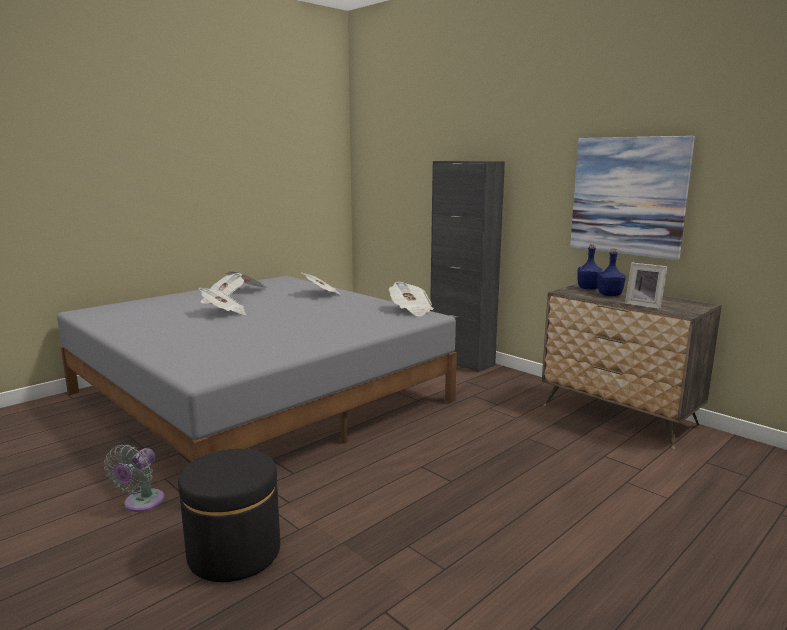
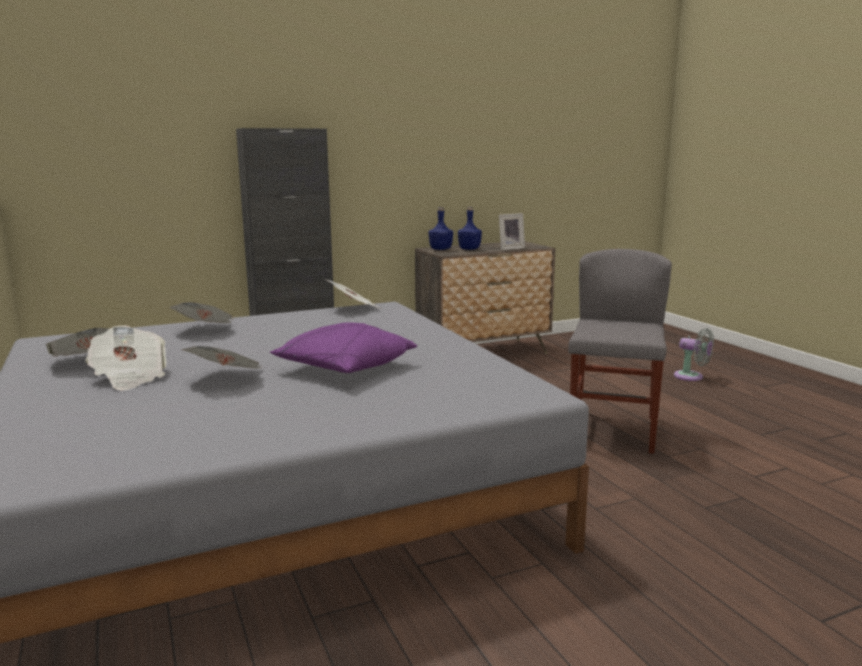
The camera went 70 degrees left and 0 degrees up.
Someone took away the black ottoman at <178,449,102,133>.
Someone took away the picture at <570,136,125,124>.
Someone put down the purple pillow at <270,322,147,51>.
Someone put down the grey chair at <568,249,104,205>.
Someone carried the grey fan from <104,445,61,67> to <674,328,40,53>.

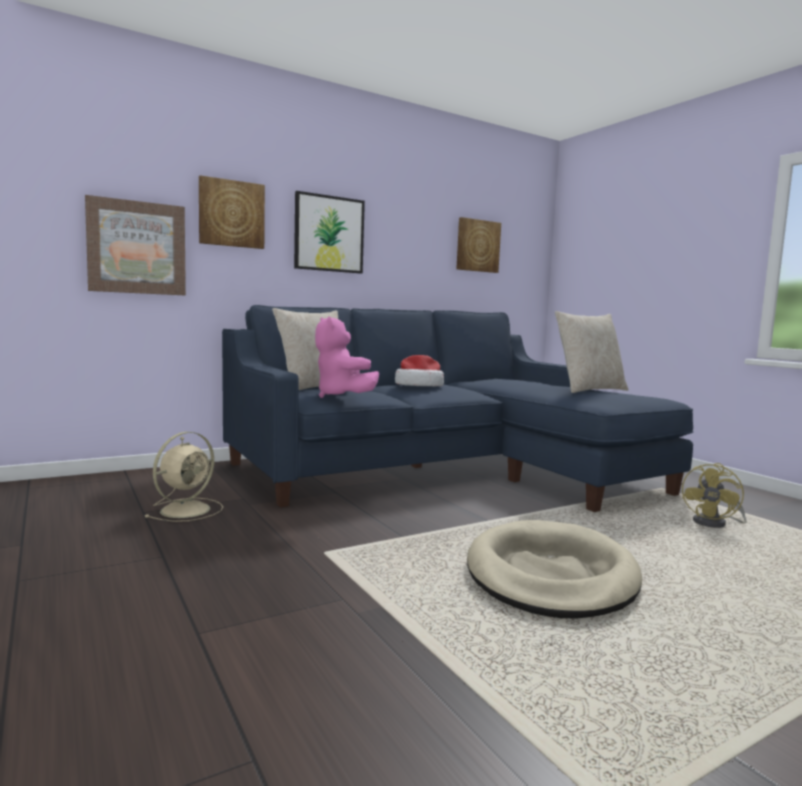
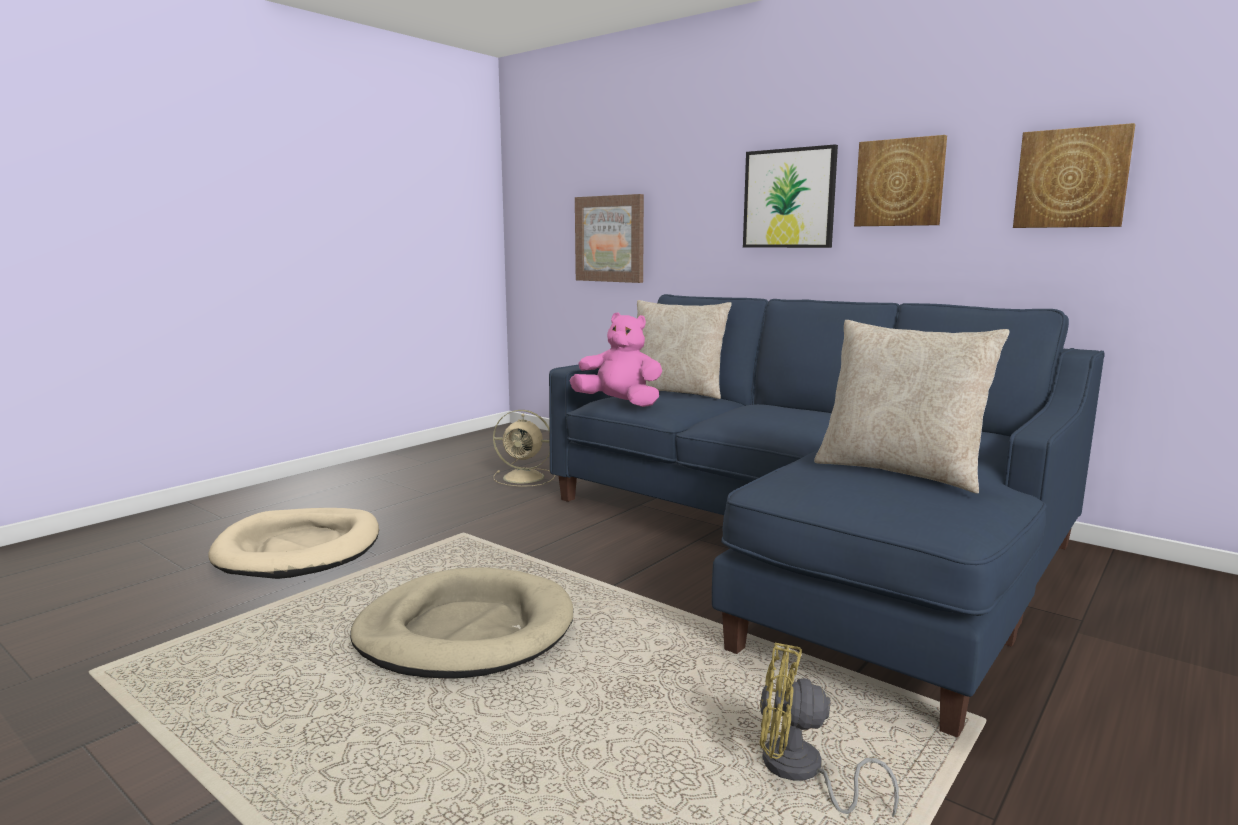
The camera went 70 degrees right and 5 degrees up.
Someone took away the hat at <395,355,49,32>.
Someone put down the beige dog bed at <208,508,171,71>.
Someone carried the picture from <199,175,66,74> to <854,135,93,91>.
Someone rotated the pink plush toy at <315,316,64,82> by 75 degrees clockwise.

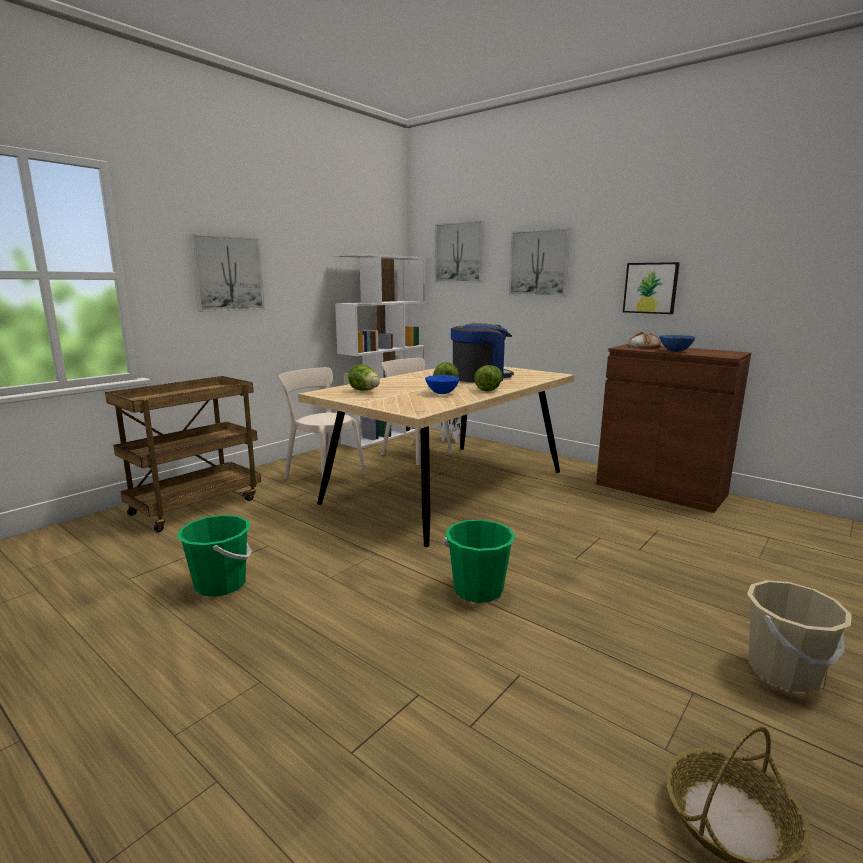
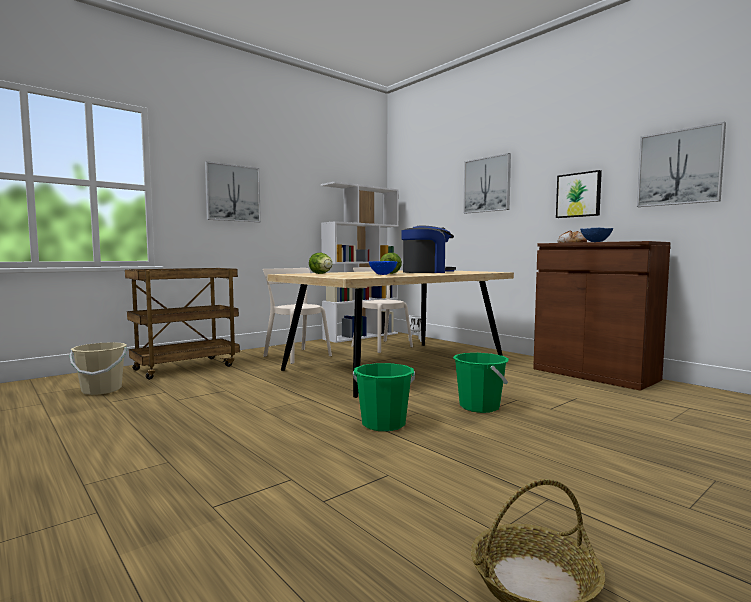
The camera went 10 degrees right and 10 degrees down.
Someone took away the lettuce at <474,365,28,26>.
Someone carried the green bucket from <177,515,75,82> to <453,353,56,60>.
Someone carried the picture from <435,221,49,61> to <637,122,89,85>.
Someone carried the beige bucket from <747,580,105,112> to <70,342,57,53>.

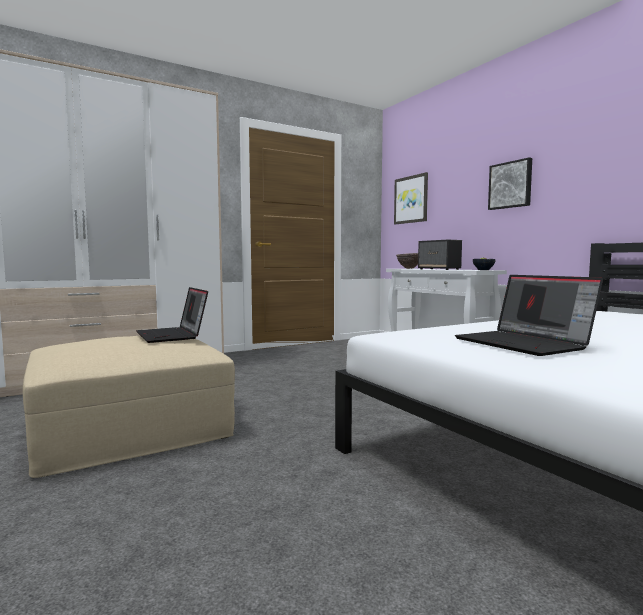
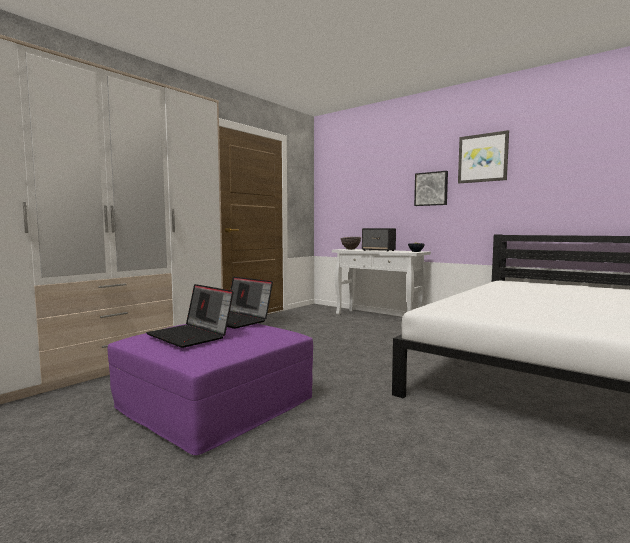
The camera went 20 degrees left and 0 degrees up.
Someone carried the picture from <394,172,34,52> to <458,130,51,53>.
Someone carried the laptop from <455,275,148,81> to <146,284,88,64>.
Someone repainted the beige ottoman at <23,336,212,142>, which became the purple ottoman at <108,324,205,131>.

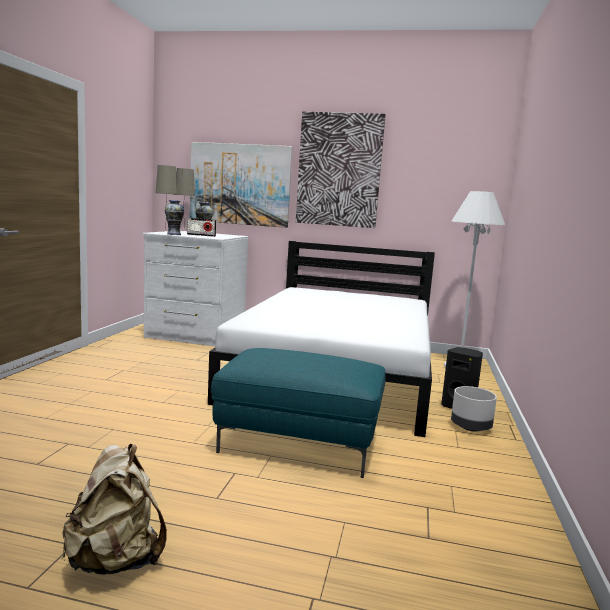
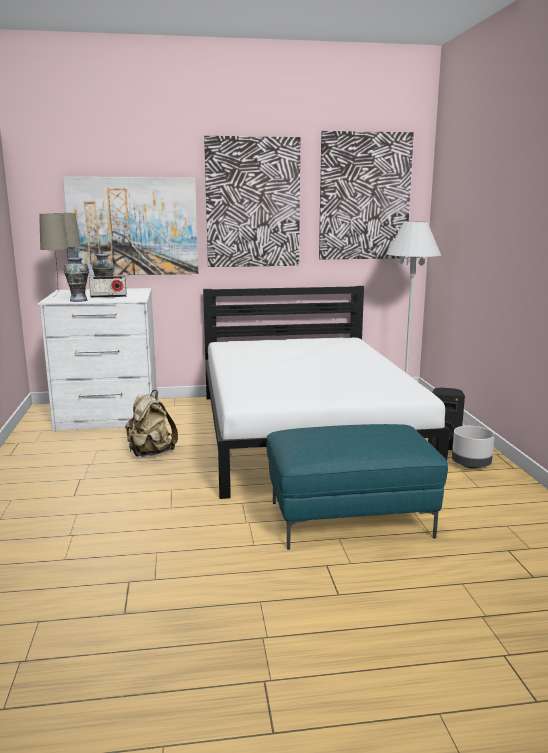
The camera went 20 degrees left and 5 degrees up.
Someone put up the picture at <319,131,95,128>.
Someone carried the beige backpack from <62,444,105,131> to <125,390,53,67>.

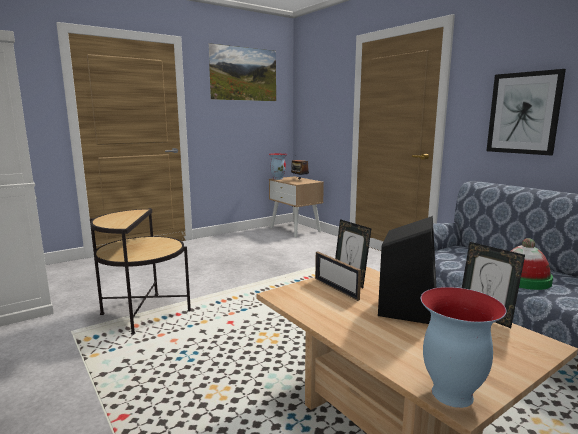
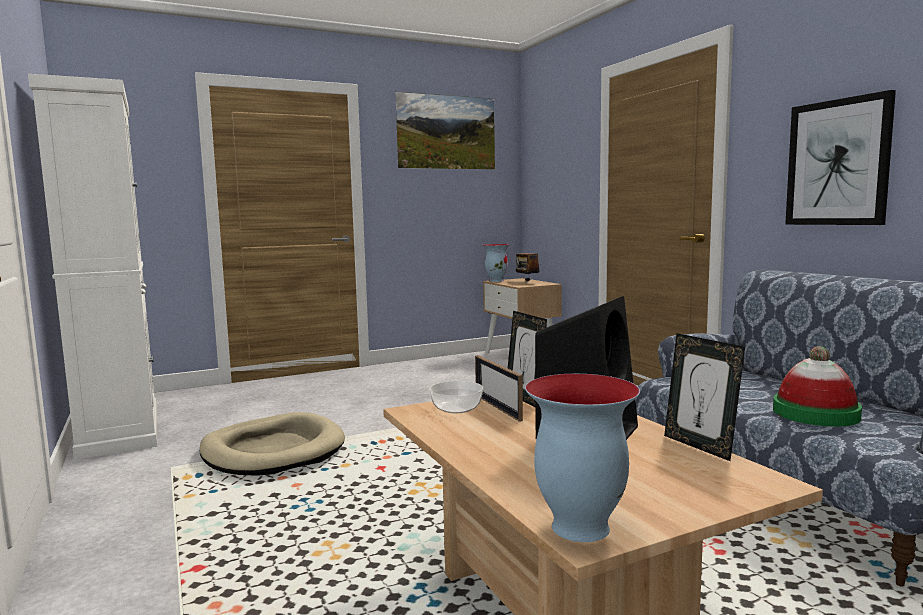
The camera went 10 degrees right and 5 degrees down.
Someone put down the bowl at <429,381,54,32>.
Someone swapped the side table at <90,208,101,127> for the beige dog bed at <199,412,146,64>.

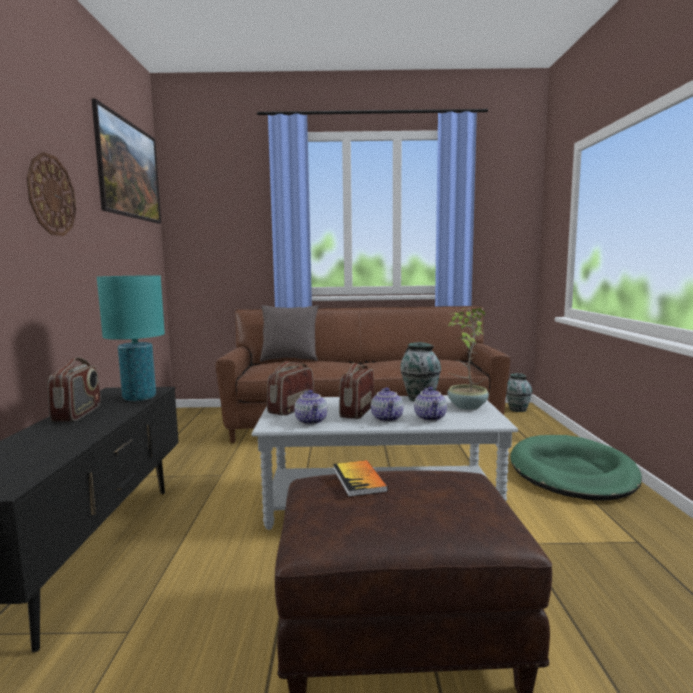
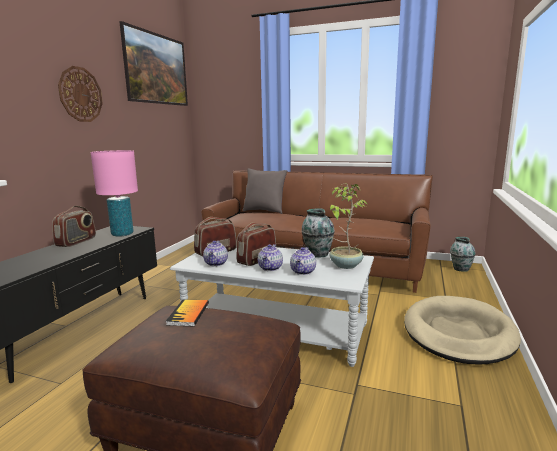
The camera went 20 degrees right and 5 degrees up.
Someone repainted the turquoise table lamp at <97,275,68,126>, which became the pink table lamp at <90,150,48,87>.
Someone repainted the green dog bed at <510,435,132,66>, which became the beige dog bed at <404,296,117,69>.

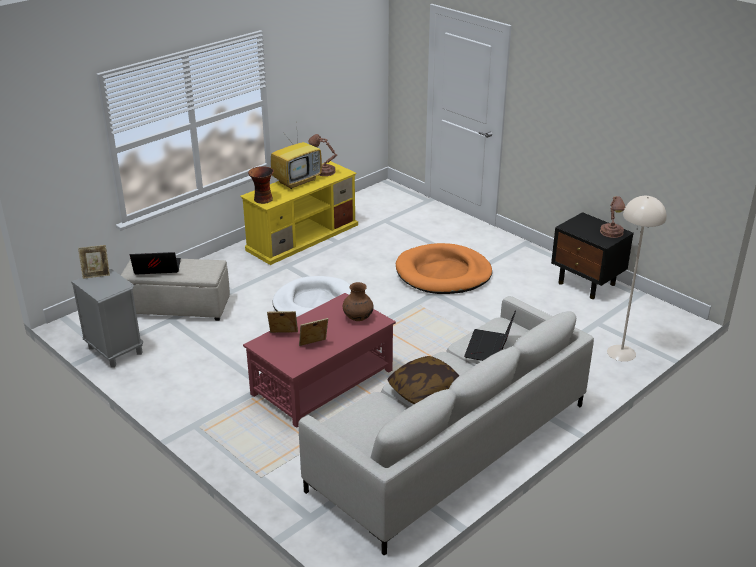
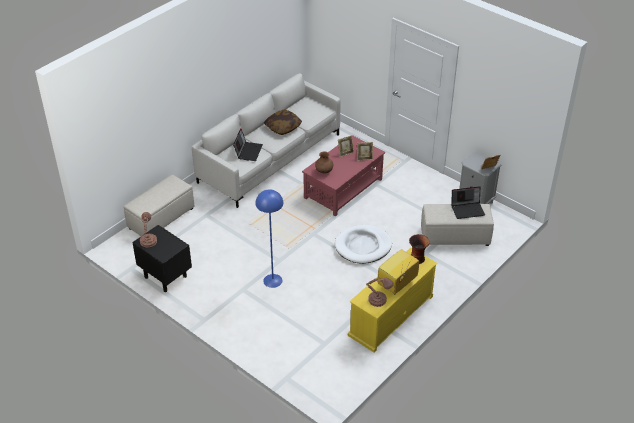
The camera went 175 degrees right and 10 degrees up.
Someone swapped the orange dog bed at <396,243,96,51> for the blue floor lamp at <255,189,28,99>.
Someone swapped the beige floor lamp at <607,196,60,166> for the beige ottoman at <124,175,71,61>.

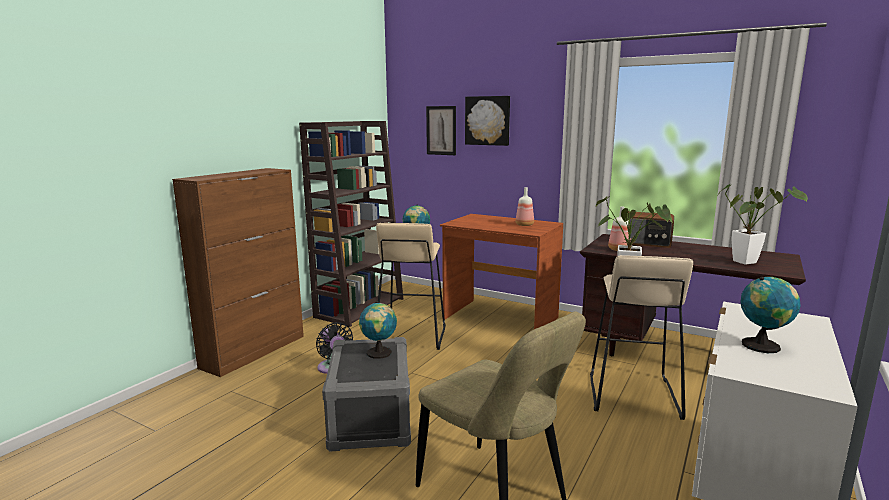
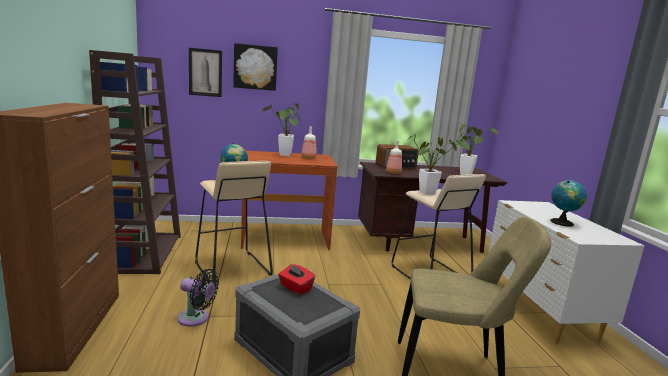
The camera went 40 degrees left and 0 degrees up.
Someone put down the potted plant at <262,103,39,53>.
Someone swapped the globe at <359,301,38,58> for the red tissue box at <278,263,37,32>.

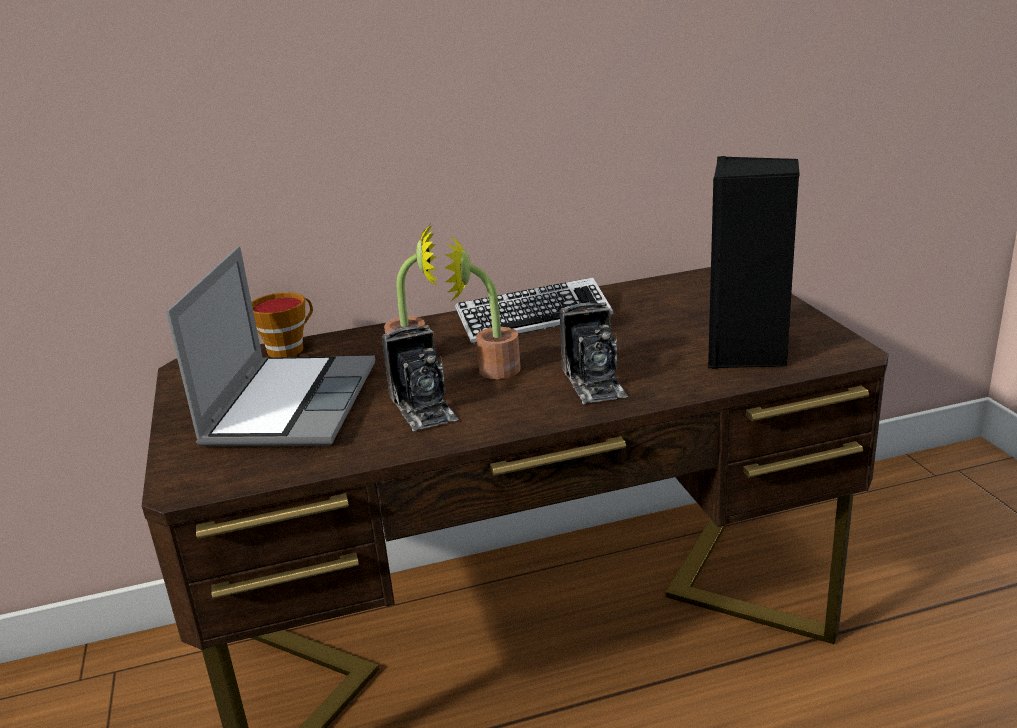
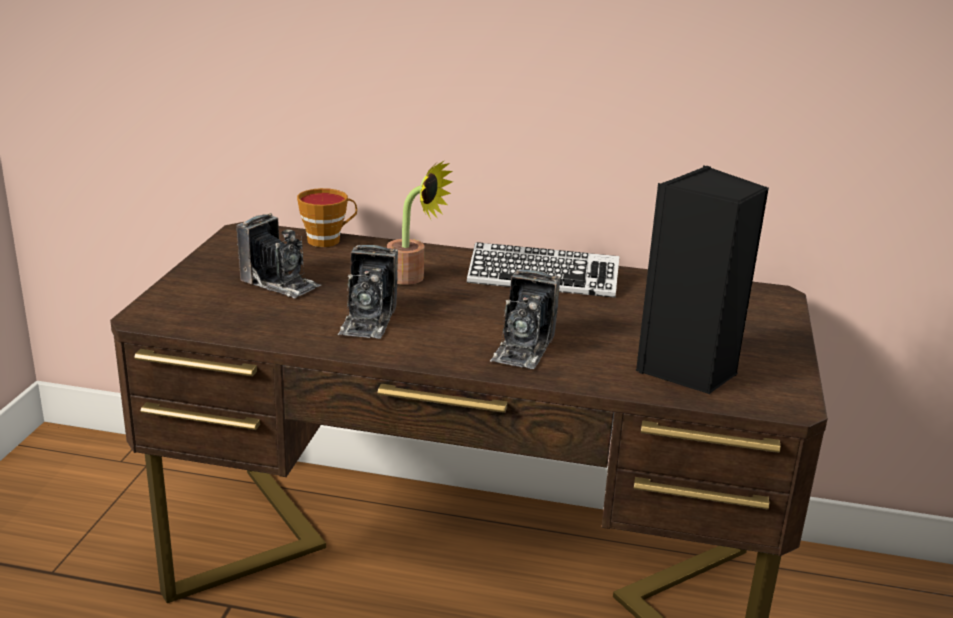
The camera went 25 degrees right and 0 degrees up.
Someone took away the potted plant at <445,235,76,144>.
Someone swapped the laptop at <166,246,209,200> for the photo camera at <236,213,85,85>.

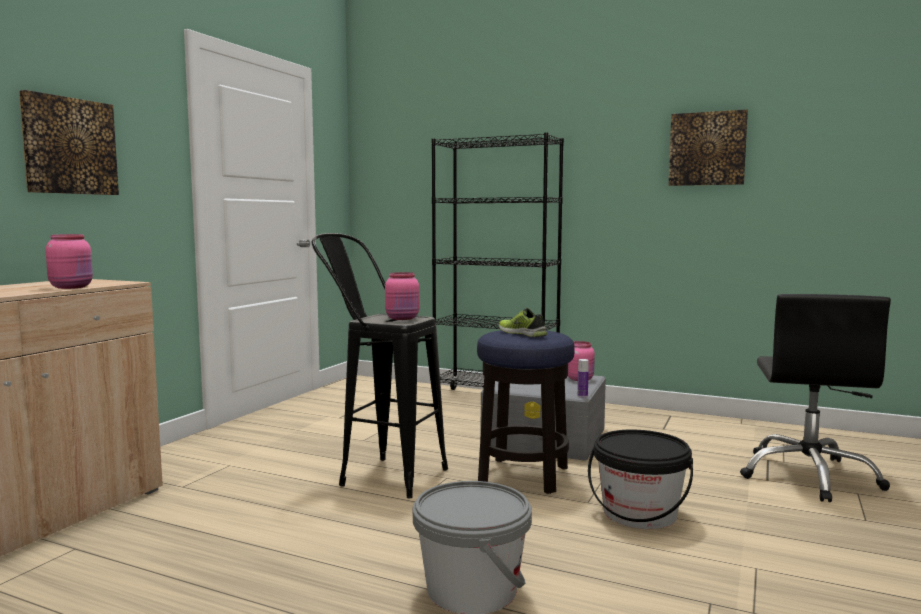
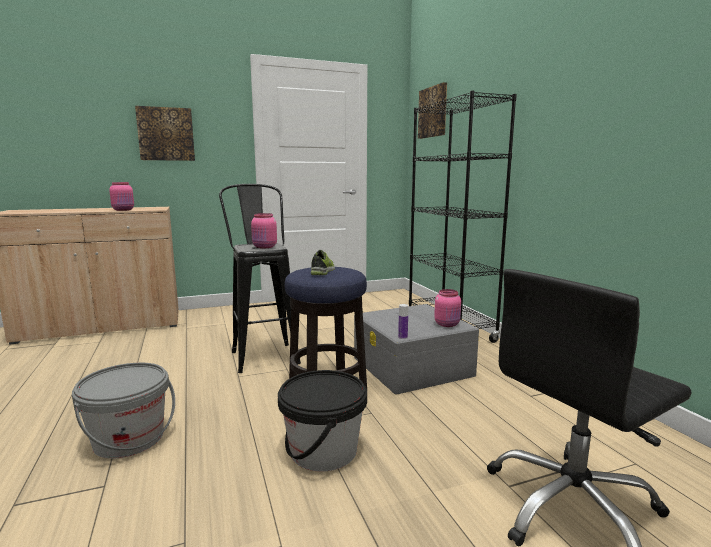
The camera went 45 degrees right and 5 degrees up.
Someone carried the picture from <669,110,79,76> to <418,82,29,57>.

